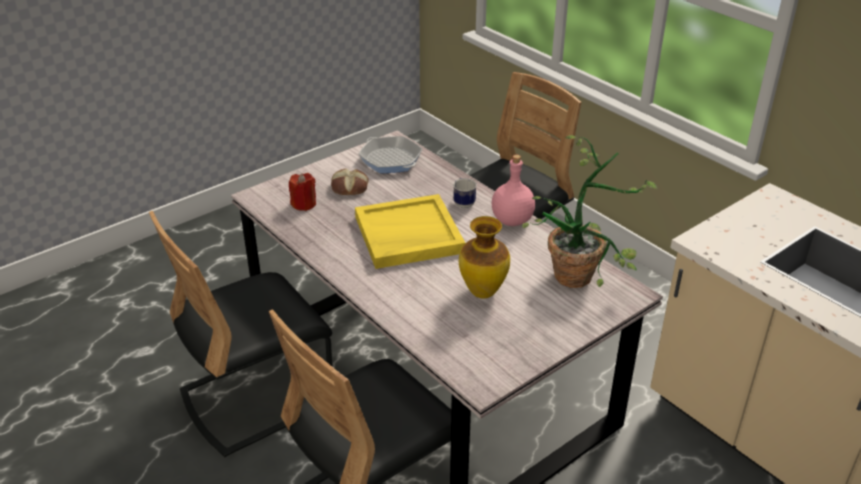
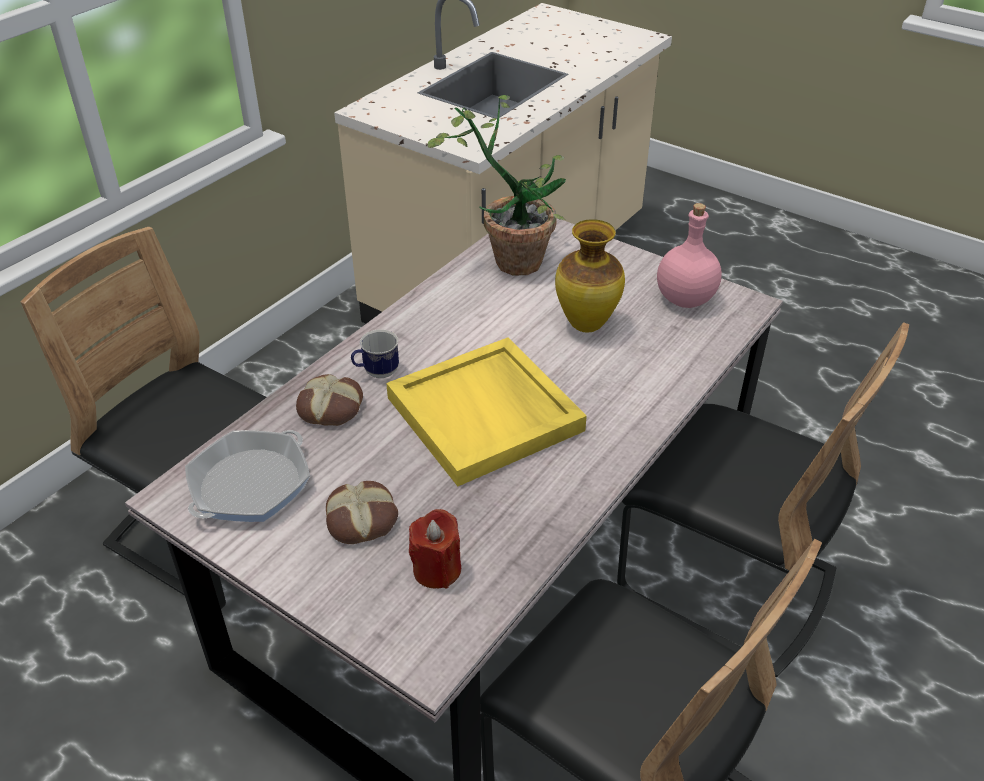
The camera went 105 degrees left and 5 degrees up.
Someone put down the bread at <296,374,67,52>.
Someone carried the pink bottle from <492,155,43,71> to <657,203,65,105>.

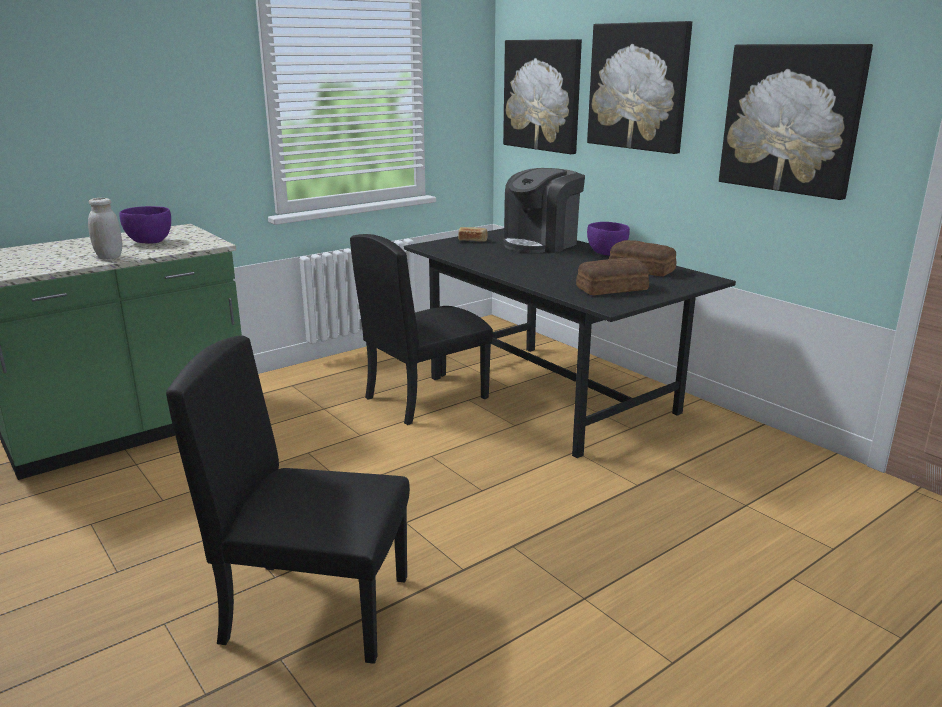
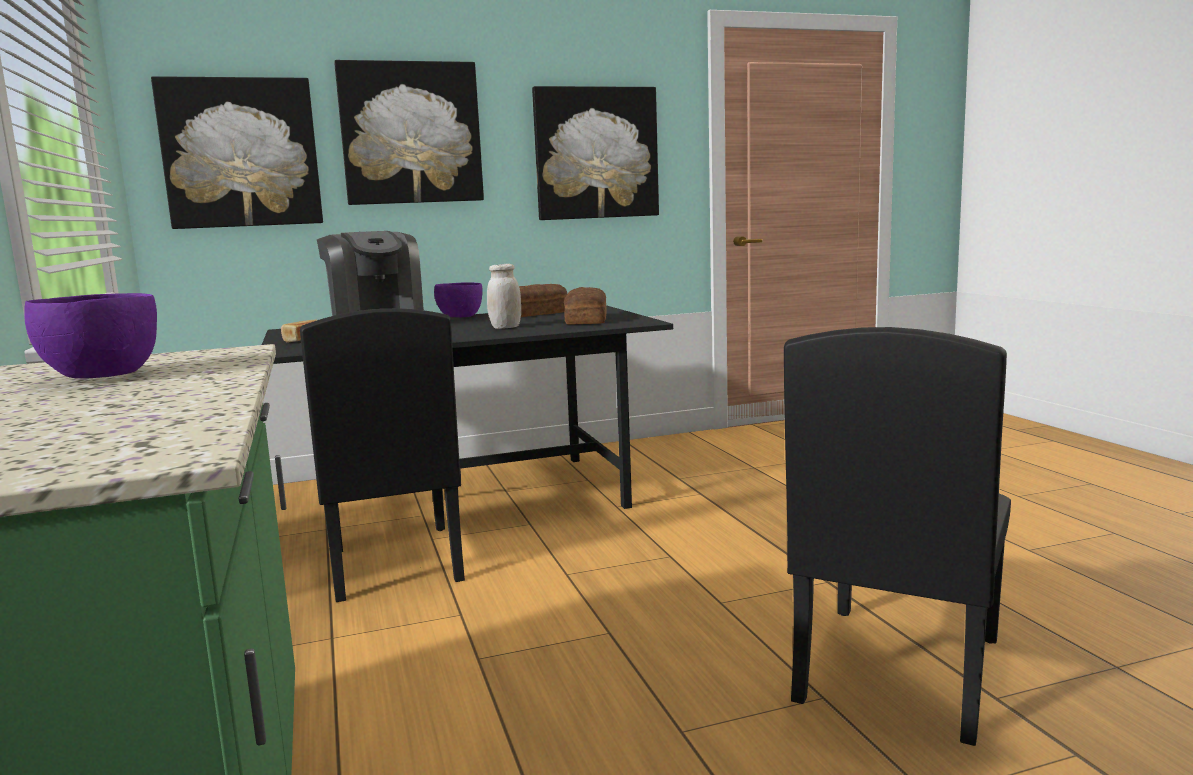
The camera went 70 degrees left and 10 degrees down.
Someone carried the white jar from <88,198,34,61> to <487,264,34,65>.

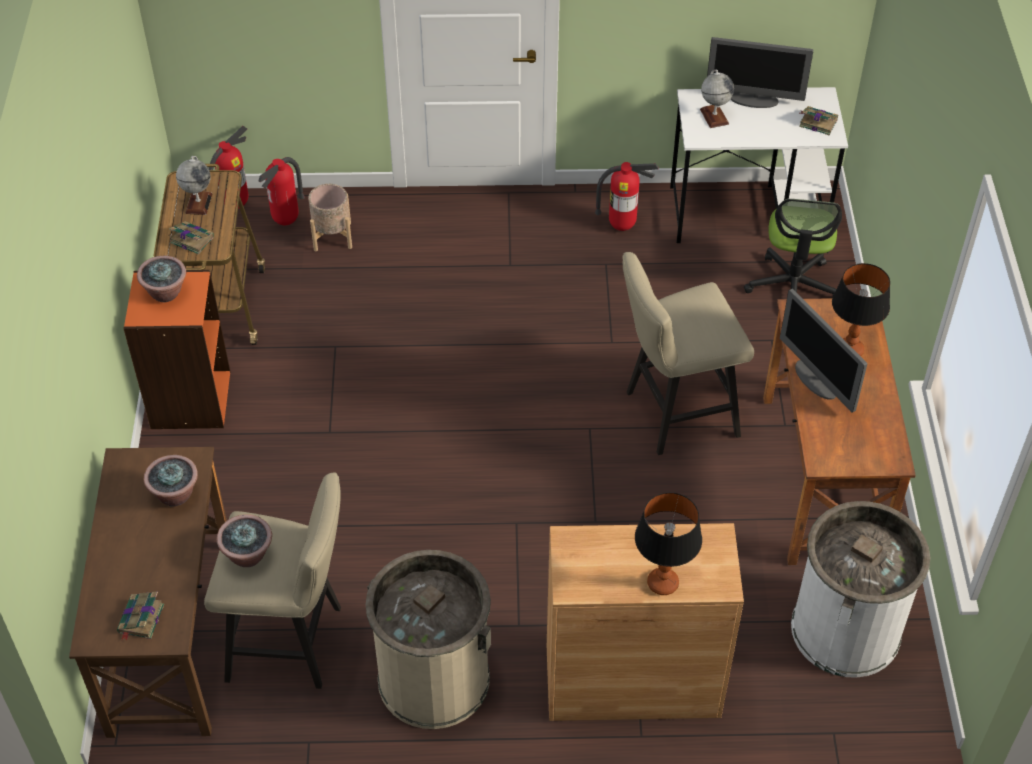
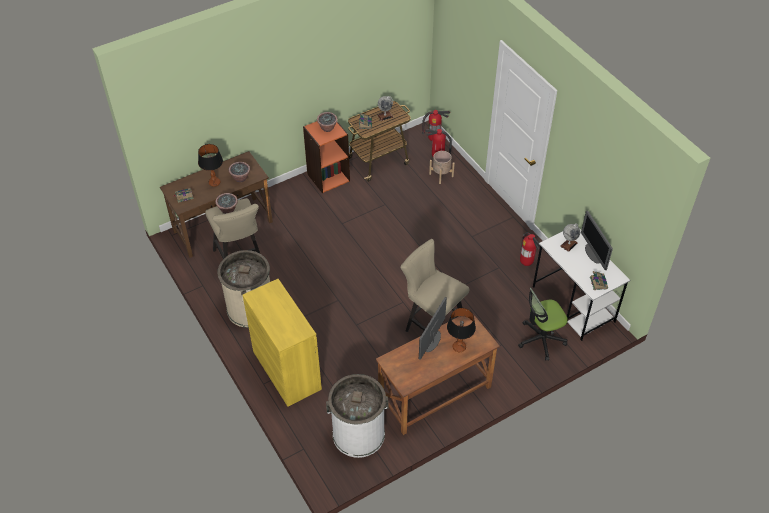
The camera went 60 degrees right and 0 degrees up.
Someone carried the table lamp from <635,492,67,103> to <198,144,25,43>.
Someone repainted the brown cabinet at <547,523,197,198>, which became the yellow cabinet at <243,279,79,128>.

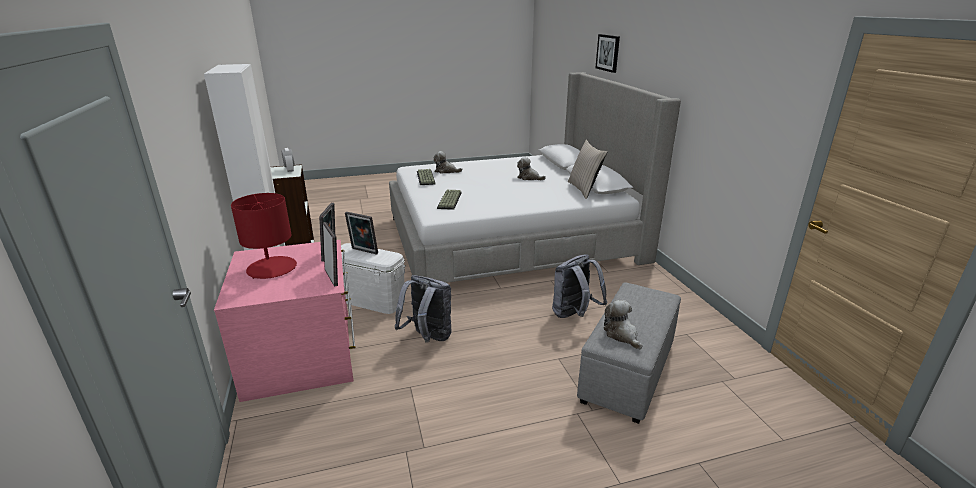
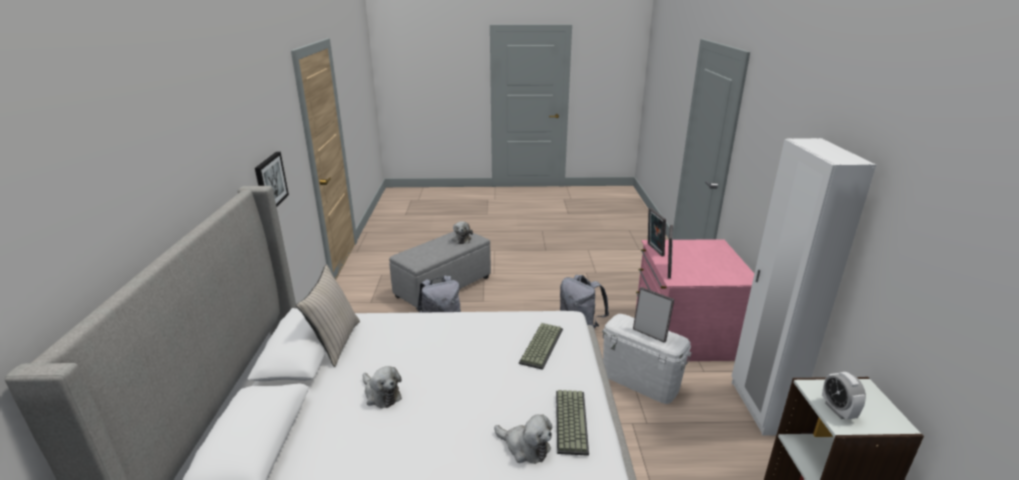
The camera went 165 degrees left and 0 degrees up.
Someone took away the red table lamp at <231,193,66,86>.
Someone carried the picture from <595,34,25,39> to <255,151,34,56>.

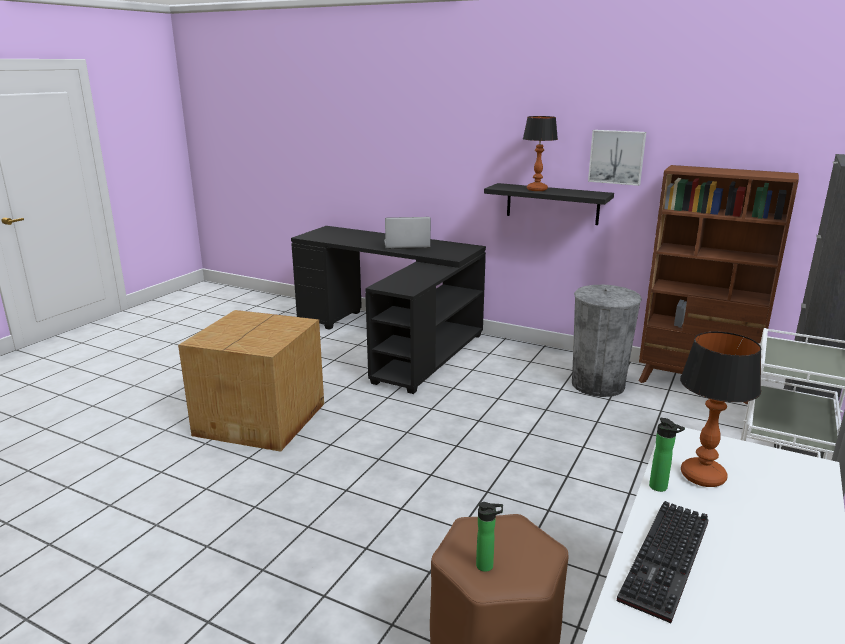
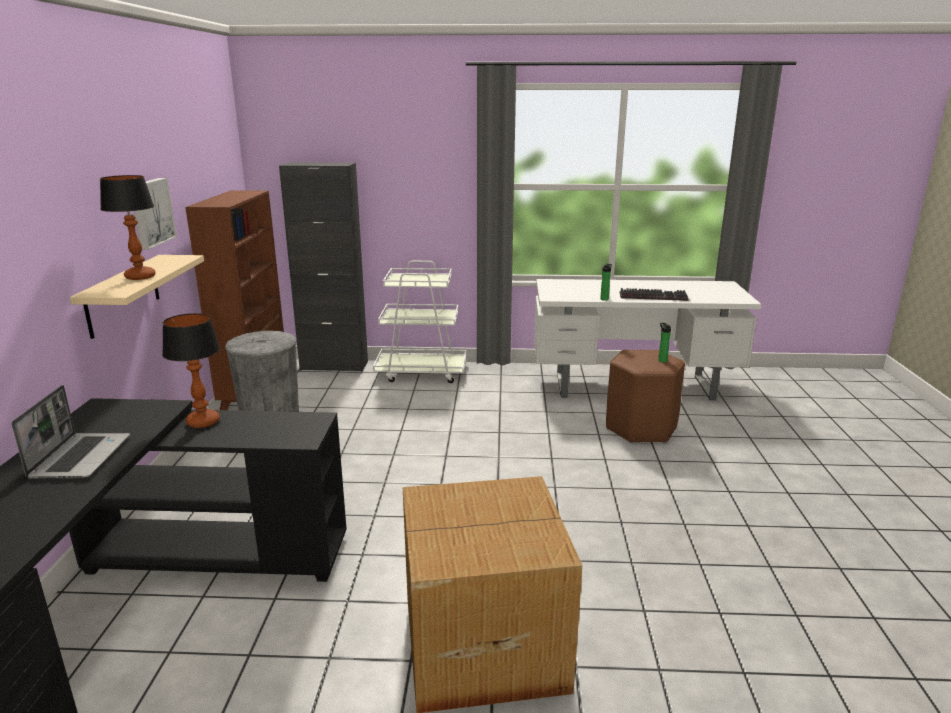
The camera went 115 degrees left and 0 degrees up.
Someone carried the table lamp from <680,332,82,155> to <162,313,58,115>.
Someone repainted the black shelf at <484,183,130,42>, which became the beige shelf at <70,255,134,84>.
Someone rotated the laptop at <384,217,47,32> by 150 degrees counterclockwise.

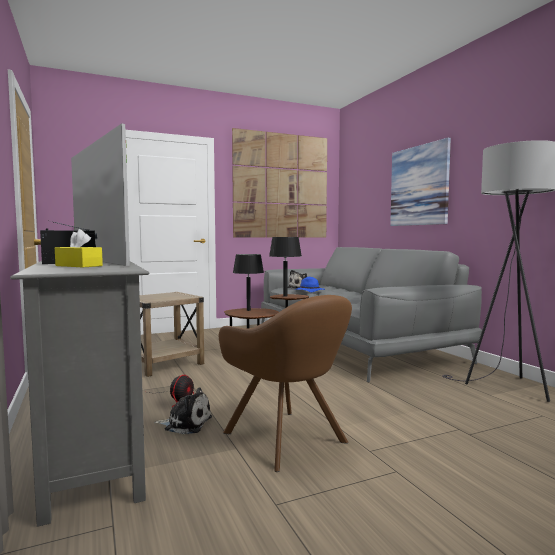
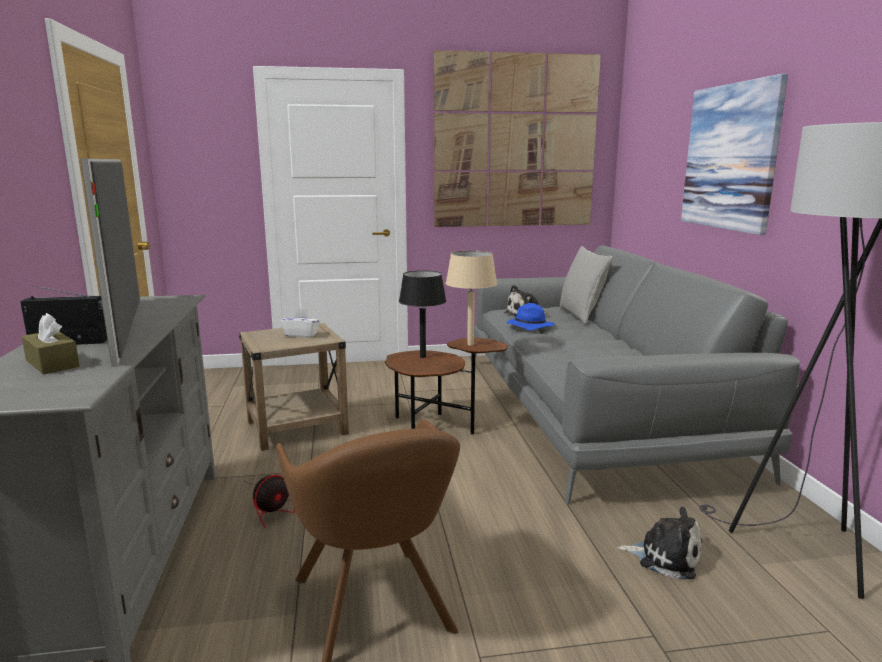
The camera went 15 degrees right and 10 degrees up.
Someone put down the white tissue box at <281,308,39,30>.
Someone put down the grey pillow at <560,246,53,78>.
Someone carried the plush toy from <154,387,58,47> to <617,507,85,72>.
Someone repainted the yellow tissue box at <55,229,48,38>, which became the brown tissue box at <22,313,58,61>.
Someone repainted the black table lamp at <269,237,33,60>, which became the beige table lamp at <446,251,51,94>.

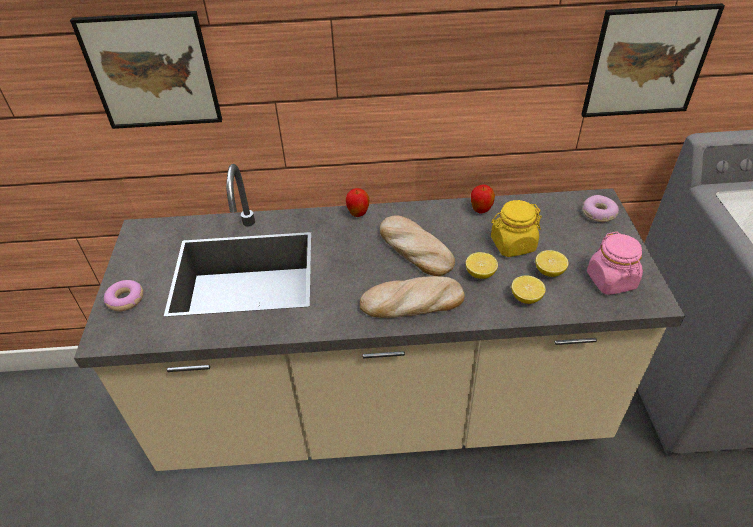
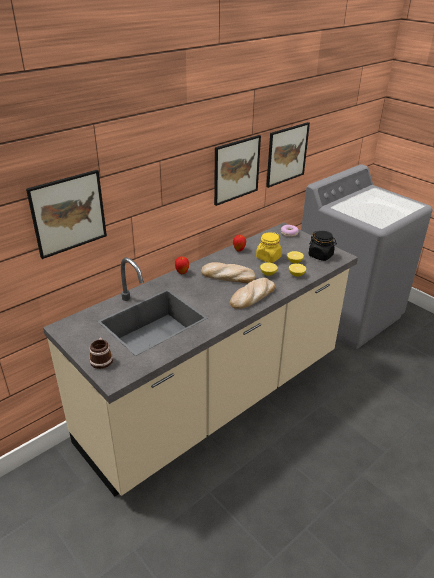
The camera went 40 degrees left and 10 degrees down.
Someone put up the picture at <214,135,47,71>.
Someone swapped the donut at <104,280,40,31> for the mug at <89,337,24,32>.
Someone repainted the pink jar at <587,232,56,63>, which became the black jar at <309,231,28,30>.

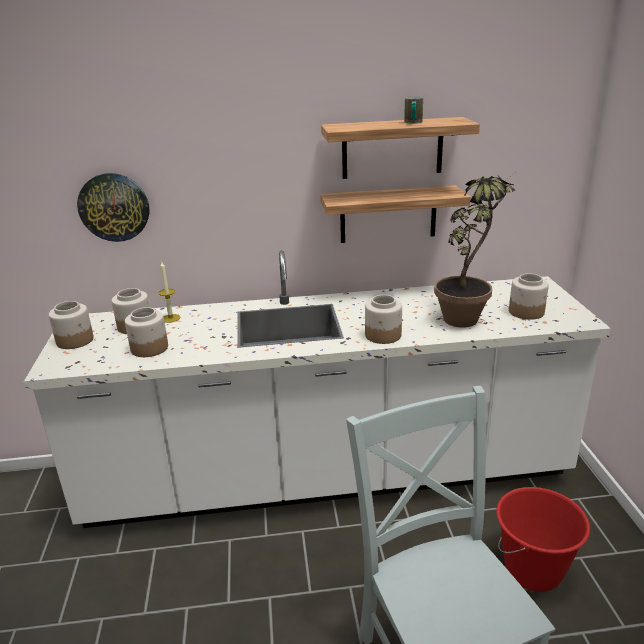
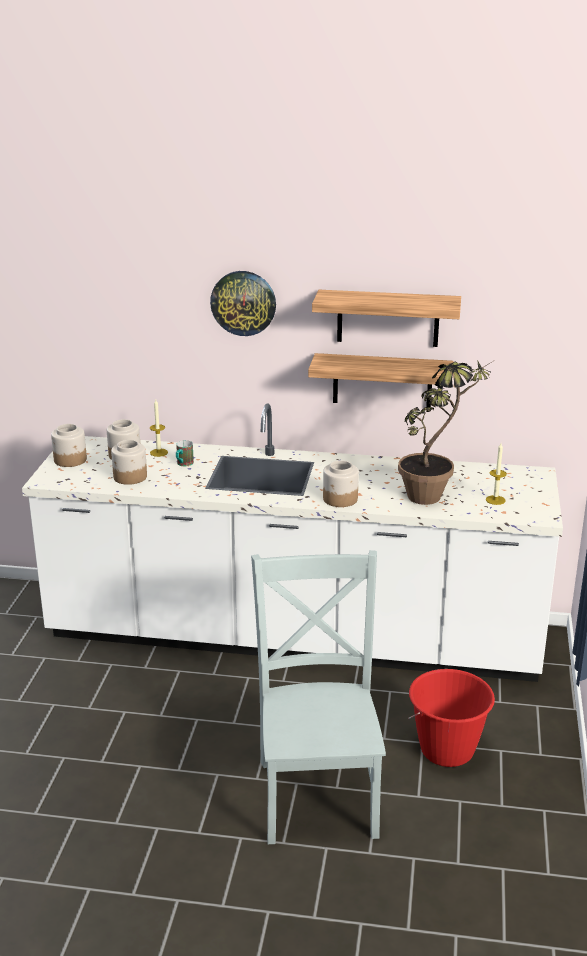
The camera went 15 degrees right and 0 degrees up.
Someone carried the wall clock from <77,173,73,69> to <210,271,66,65>.
Someone carried the mug from <404,96,19,28> to <176,440,18,26>.
Someone swapped the jar at <509,273,40,47> for the candle at <486,443,21,62>.

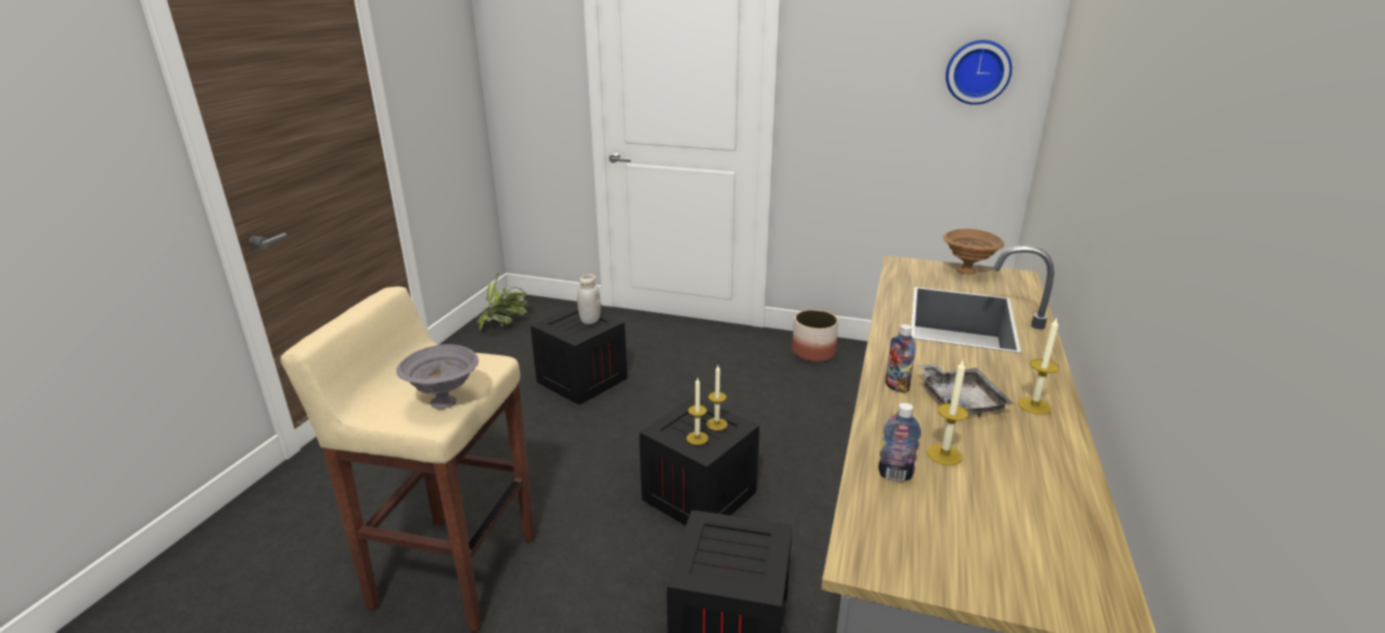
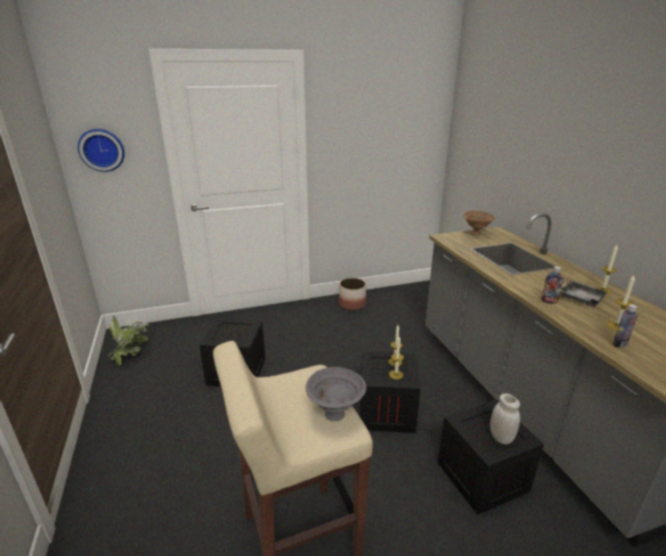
The camera went 35 degrees left and 0 degrees up.
Someone carried the white jar from <577,274,24,50> to <490,393,30,52>.
Someone carried the wall clock from <946,40,66,65> to <78,129,47,43>.

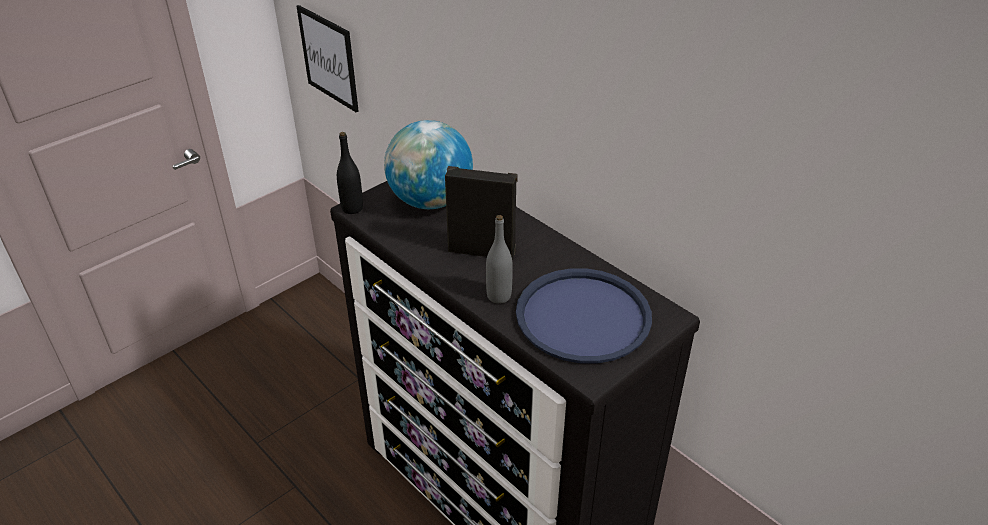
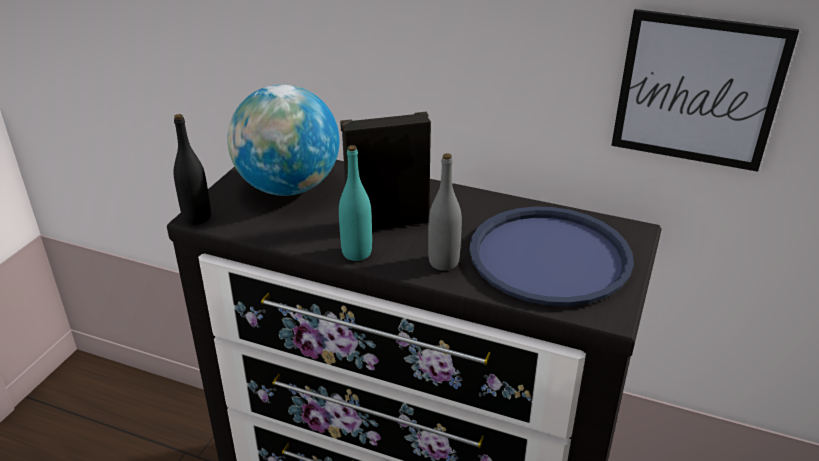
The camera went 25 degrees left and 5 degrees down.
Someone put down the turquoise bottle at <339,145,33,116>.
Someone carried the picture from <296,5,63,107> to <611,9,188,163>.

